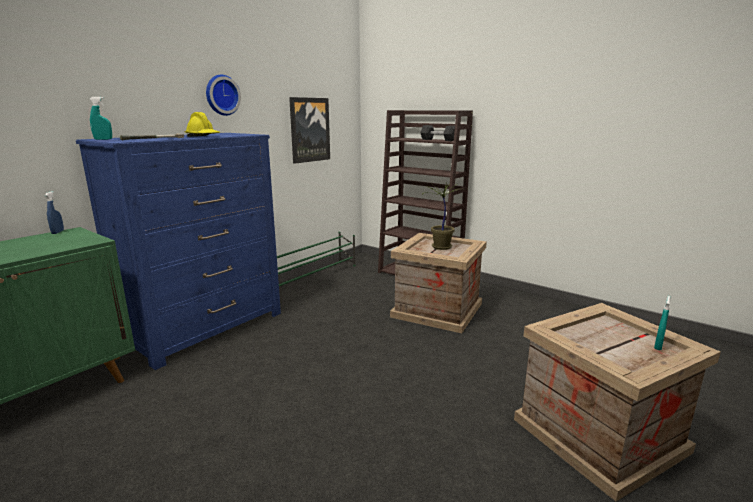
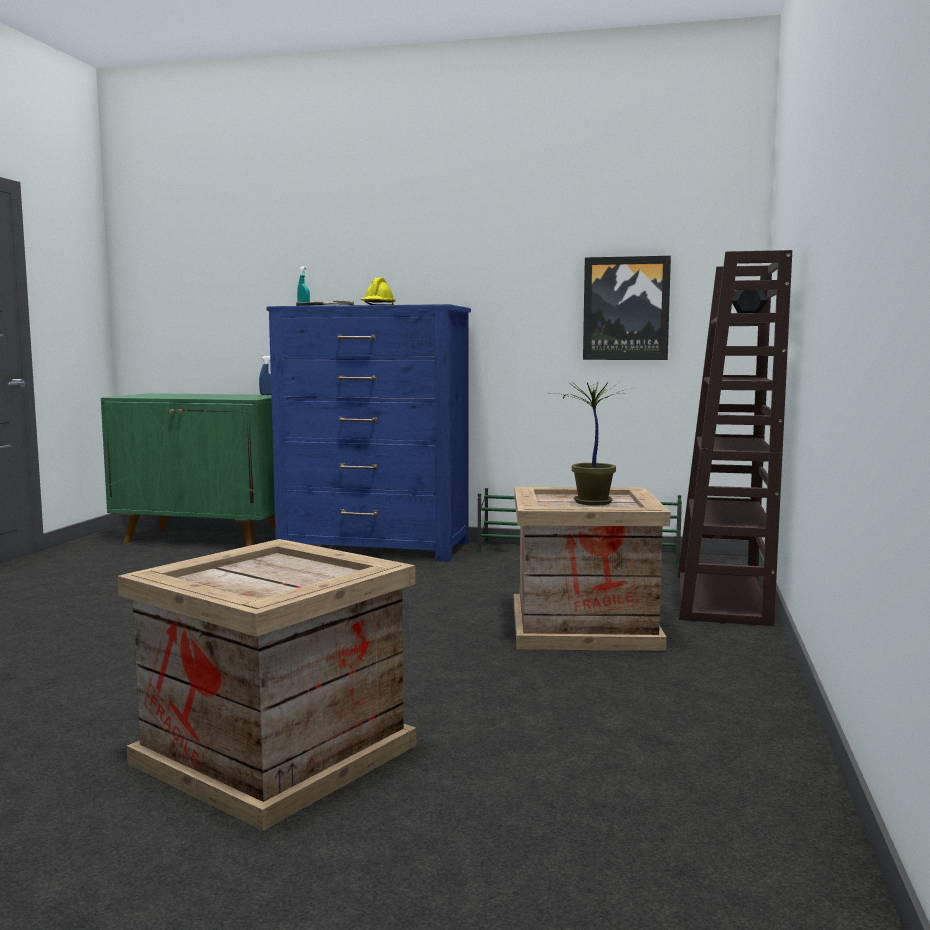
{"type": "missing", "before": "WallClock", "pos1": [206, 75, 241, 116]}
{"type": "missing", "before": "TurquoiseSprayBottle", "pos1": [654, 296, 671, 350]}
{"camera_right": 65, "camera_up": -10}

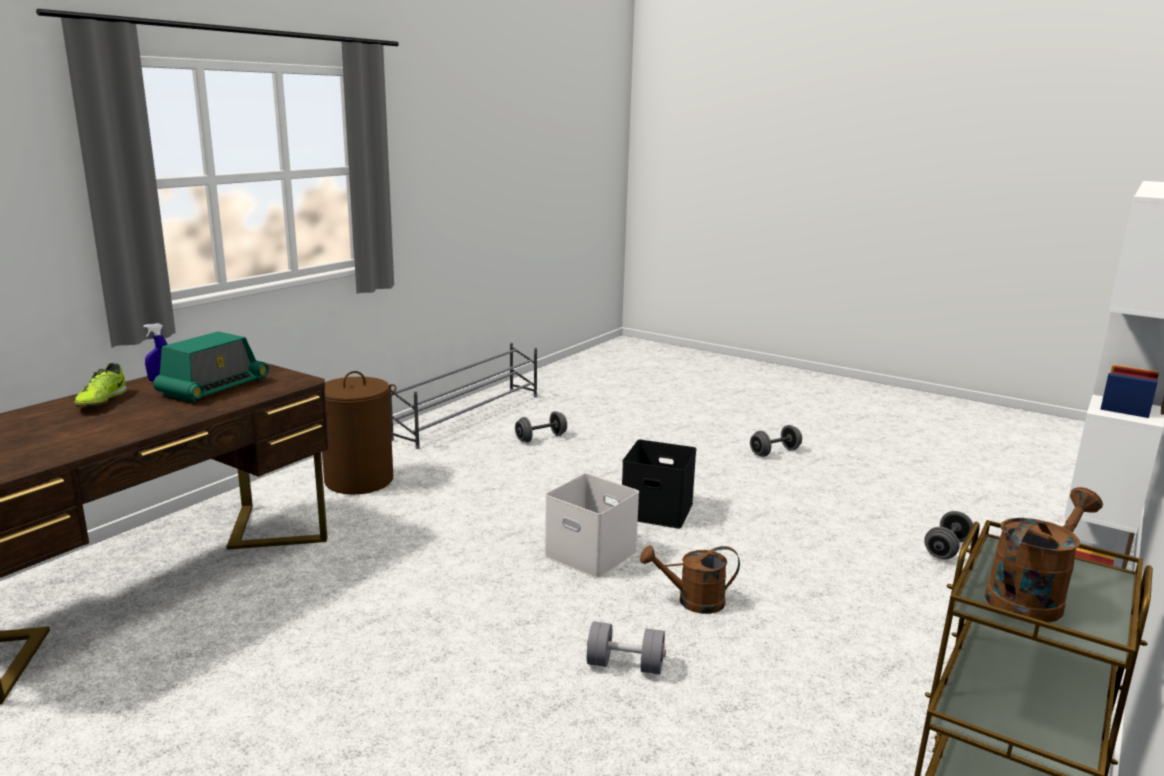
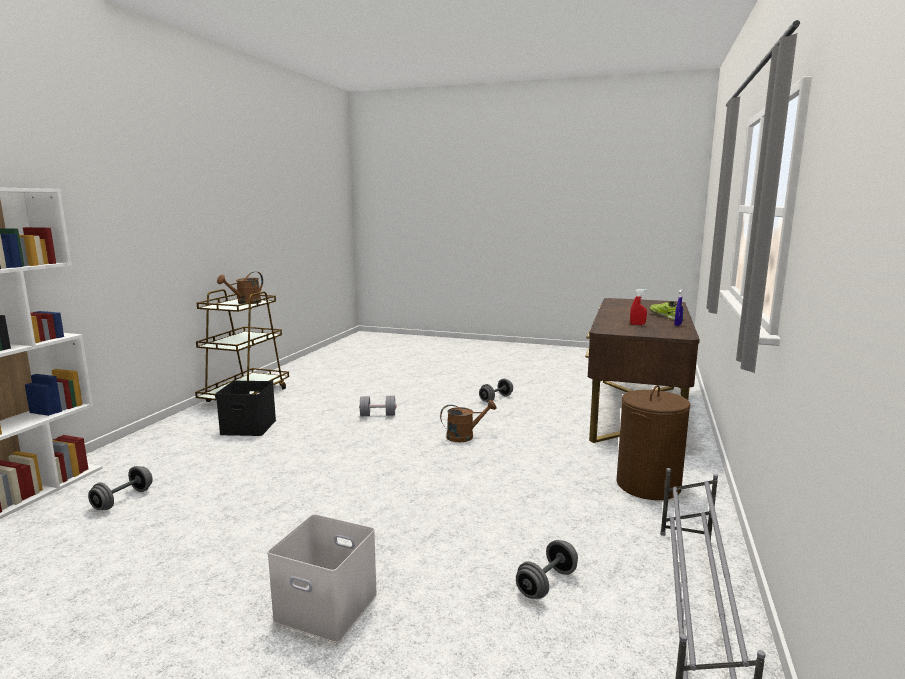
{"type": "relocated", "before": "BlackStorageBox", "pos1": [622, 440, 697, 529], "pos2": [216, 381, 276, 436]}
{"type": "relocated", "before": "WhiteStorageBox", "pos1": [545, 473, 639, 579], "pos2": [267, 514, 377, 643]}
{"type": "relocated", "before": "BrownWateringCan", "pos1": [640, 545, 740, 614], "pos2": [440, 400, 497, 442]}
{"type": "relocated", "before": "GreyDumbbell", "pos1": [750, 425, 802, 457], "pos2": [479, 379, 513, 402]}
{"type": "exchanged", "before": "Radio", "after": "RedSprayBottle", "pos1": [153, 331, 269, 403], "pos2": [630, 289, 647, 325]}
{"camera_right": 165, "camera_up": -5}

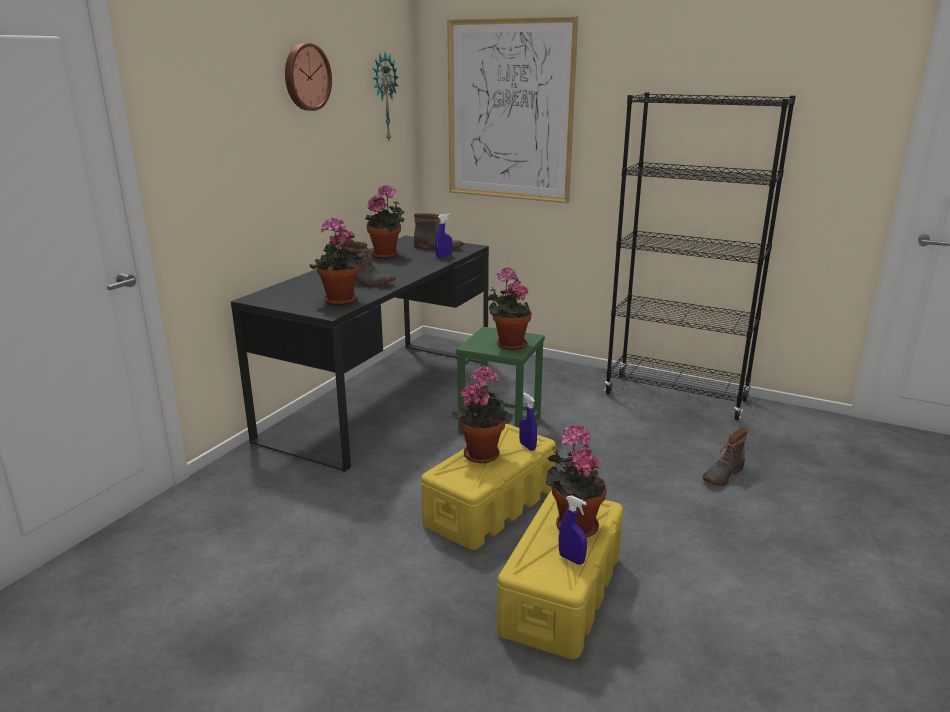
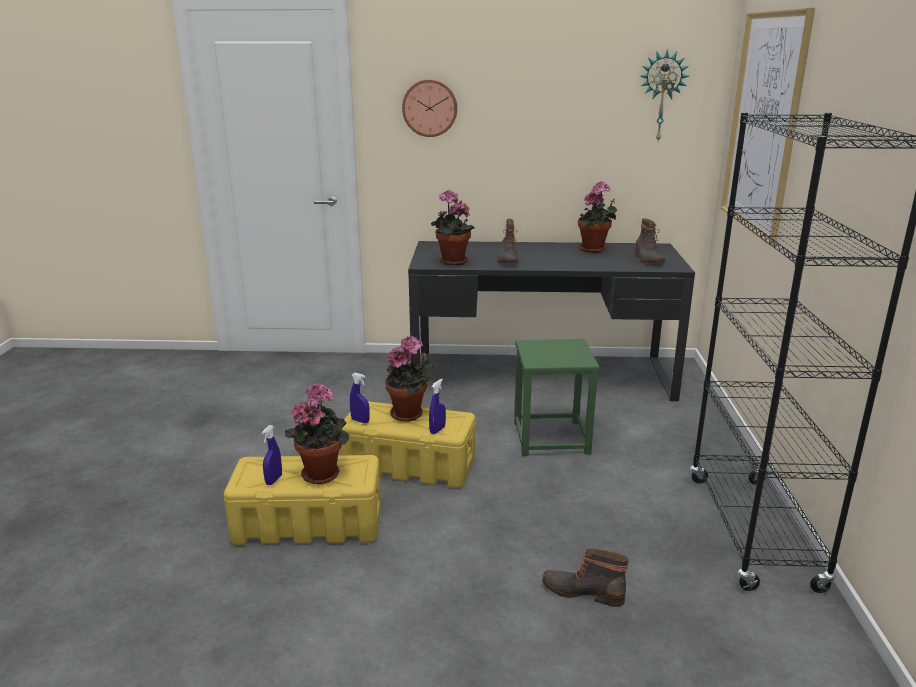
{"type": "relocated", "before": "BlueSprayBottle", "pos1": [435, 214, 453, 258], "pos2": [350, 373, 370, 423]}
{"type": "relocated", "before": "WallClock", "pos1": [285, 43, 332, 111], "pos2": [402, 79, 457, 137]}
{"type": "missing", "before": "PottedPlant", "pos1": [486, 267, 532, 350]}
{"camera_right": 65, "camera_up": 0}

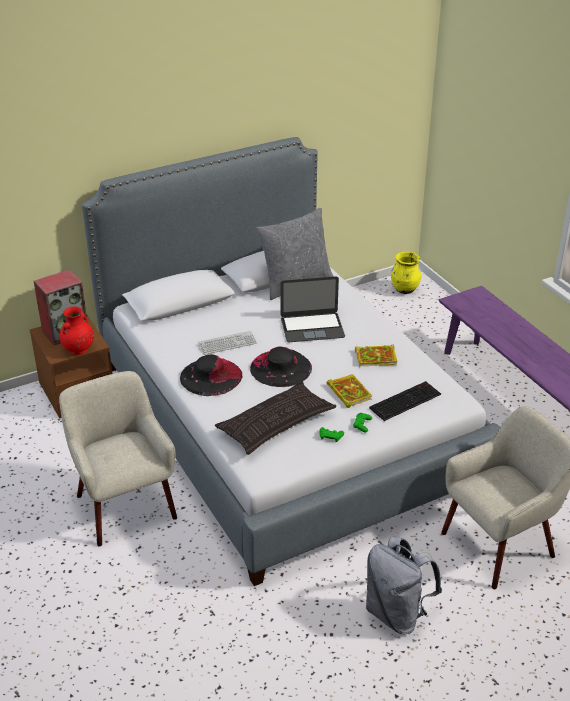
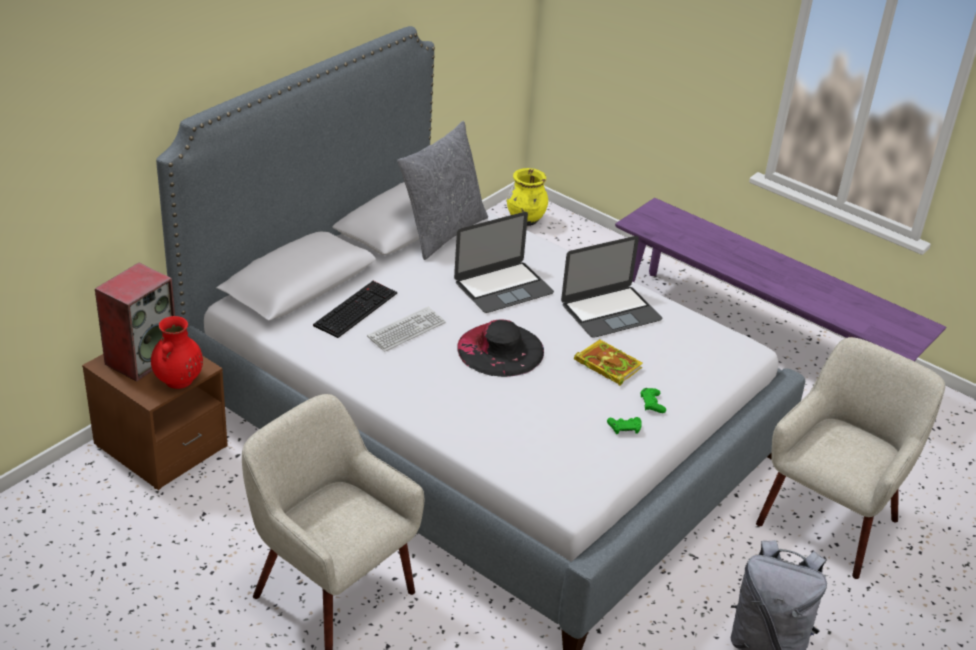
{"type": "relocated", "before": "Keyboard", "pos1": [369, 381, 441, 421], "pos2": [313, 281, 397, 338]}
{"type": "exchanged", "before": "Book", "after": "Laptop", "pos1": [355, 344, 398, 366], "pos2": [561, 236, 662, 338]}
{"type": "missing", "before": "BlackHat", "pos1": [180, 354, 242, 396]}
{"type": "missing", "before": "Pillow", "pos1": [215, 381, 336, 455]}
{"camera_right": -25, "camera_up": 0}

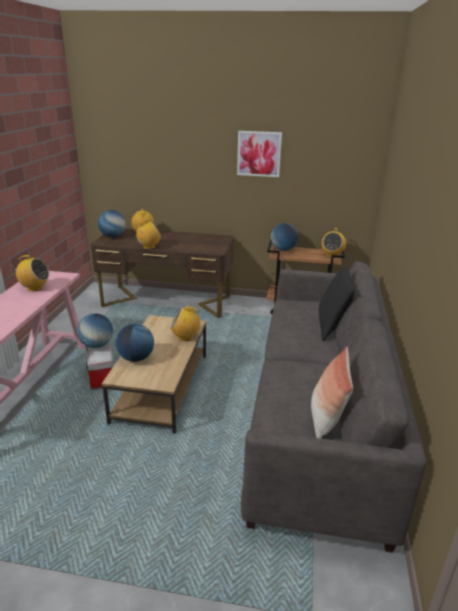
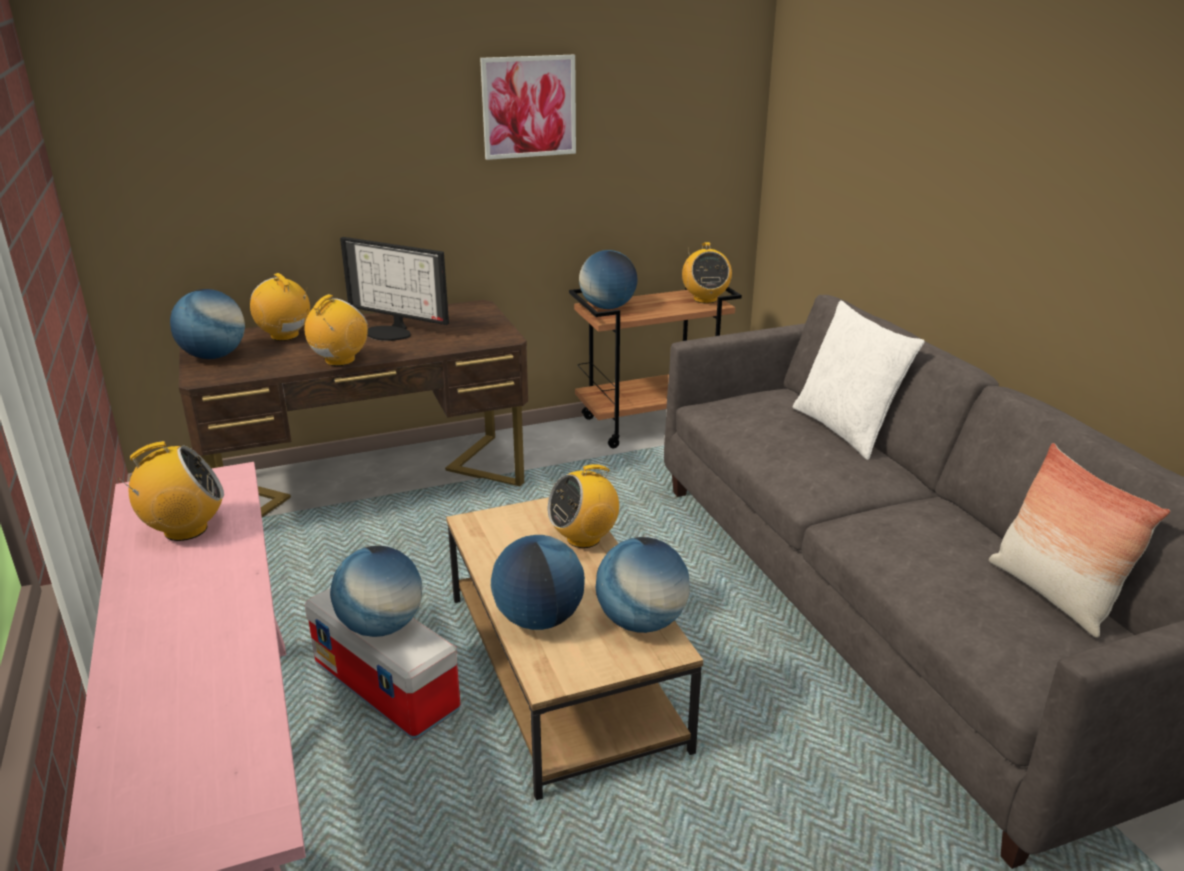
{"type": "appeared", "after": "Monitor", "pos2": [340, 237, 449, 341]}
{"type": "appeared", "after": "Globe", "pos2": [596, 537, 690, 633]}
{"type": "colour", "before": "BlackPillow", "after": "WhitePillow", "pos1": [319, 264, 355, 341], "pos2": [793, 300, 925, 460]}
{"camera_right": -30, "camera_up": 0}

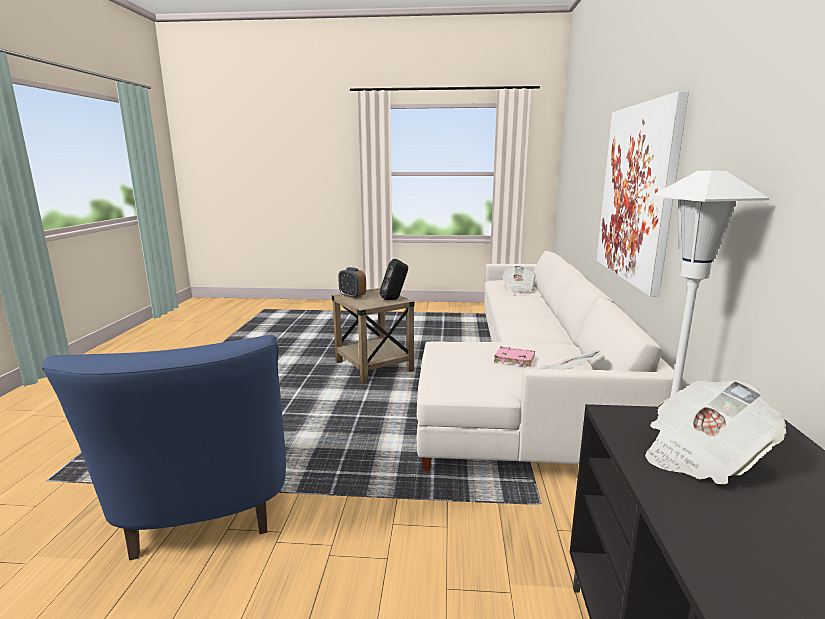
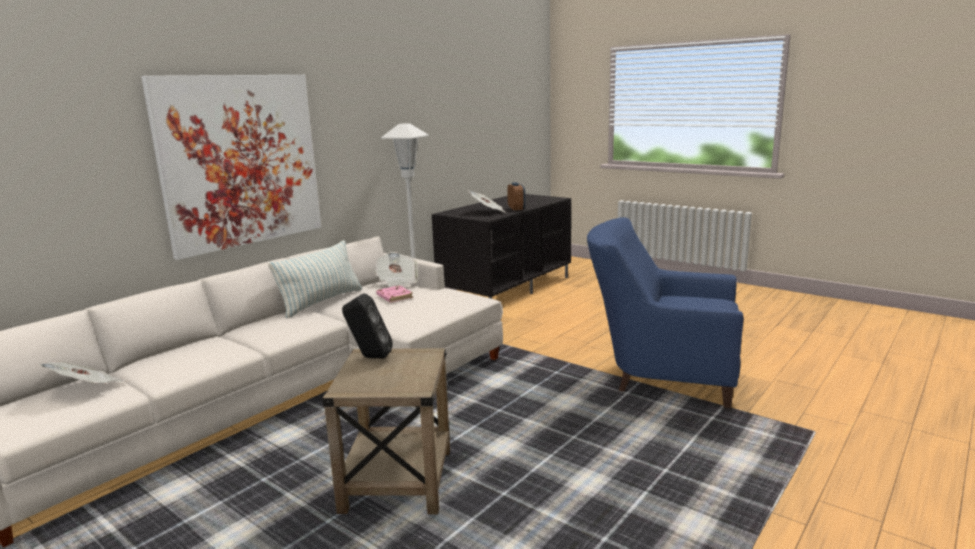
{"type": "appeared", "after": "Pillow", "pos2": [268, 240, 362, 318]}
{"type": "relocated", "before": "AlarmClock", "pos1": [338, 267, 366, 299], "pos2": [507, 182, 525, 210]}
{"type": "spun", "before": "BlueArmchair", "pos1": [42, 335, 286, 560], "pos2": [587, 217, 744, 408], "turn": -90}
{"camera_right": -145, "camera_up": 0}

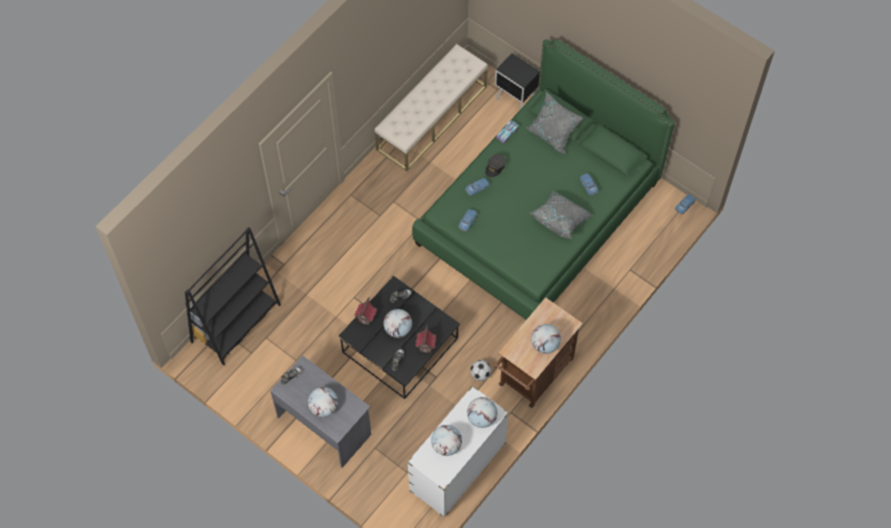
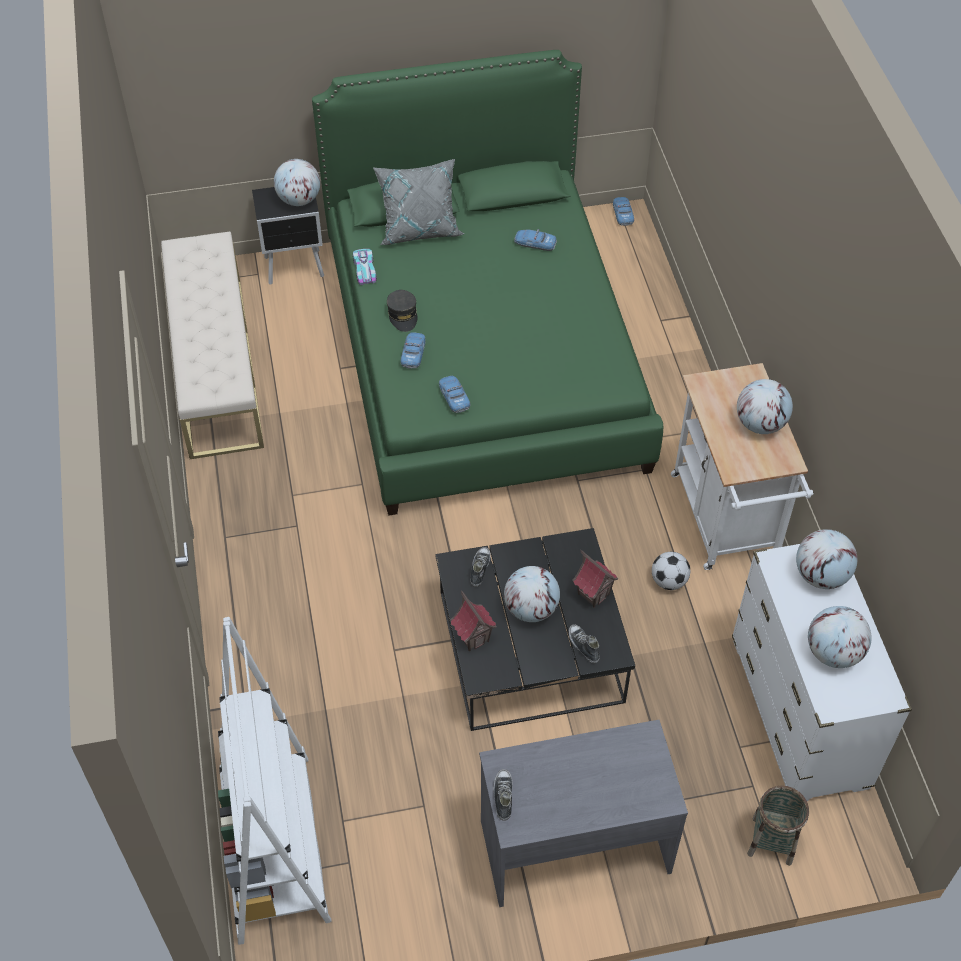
{"type": "colour", "before": "BlackBookcase", "after": "WhiteBookcase", "pos1": [185, 227, 281, 365], "pos2": [218, 617, 332, 945]}
{"type": "relocated", "before": "Globe", "pos1": [308, 387, 338, 417], "pos2": [274, 159, 320, 206]}
{"type": "colour", "before": "BrownCart", "after": "WhiteCart", "pos1": [493, 298, 583, 409], "pos2": [671, 363, 813, 570]}
{"type": "appeared", "after": "Basket", "pos2": [747, 786, 809, 866]}
{"type": "missing", "before": "GreyPillow", "pos1": [529, 191, 593, 239]}
{"camera_right": -50, "camera_up": -10}

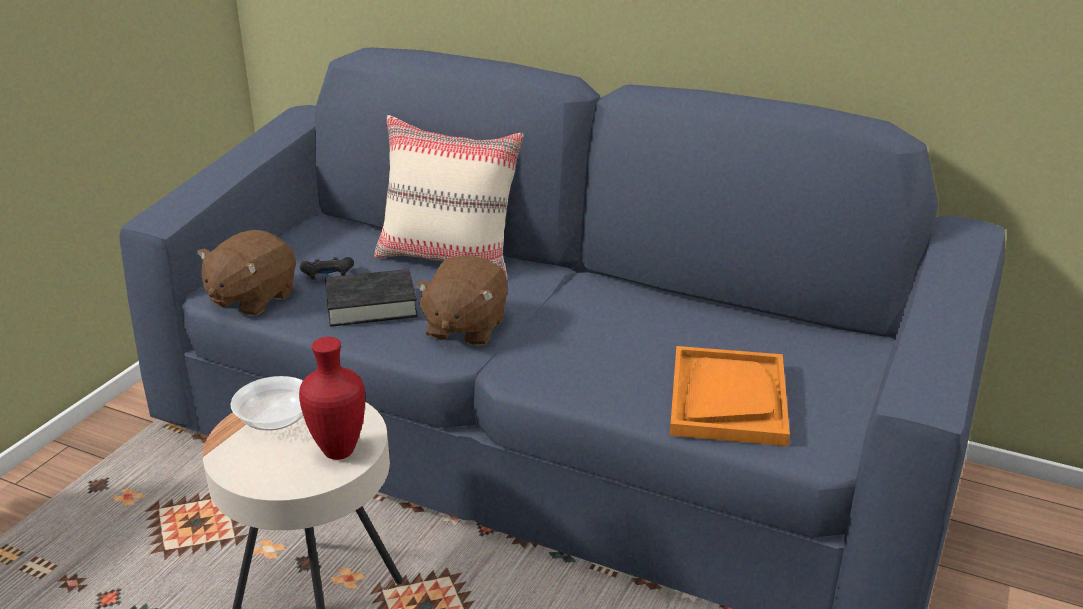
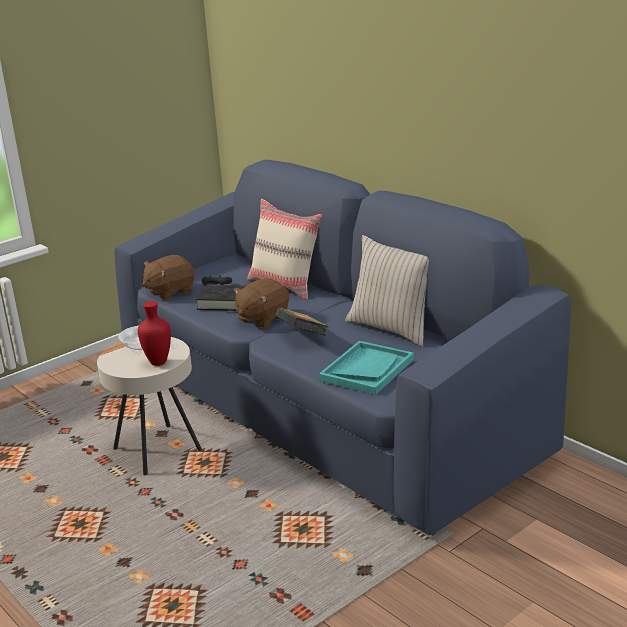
{"type": "appeared", "after": "Book", "pos2": [275, 307, 329, 336]}
{"type": "colour", "before": "OrangeTray", "after": "TurquoiseTray", "pos1": [670, 346, 790, 446], "pos2": [319, 341, 414, 395]}
{"type": "appeared", "after": "BeigePillow", "pos2": [345, 235, 429, 347]}
{"camera_right": 25, "camera_up": -5}

